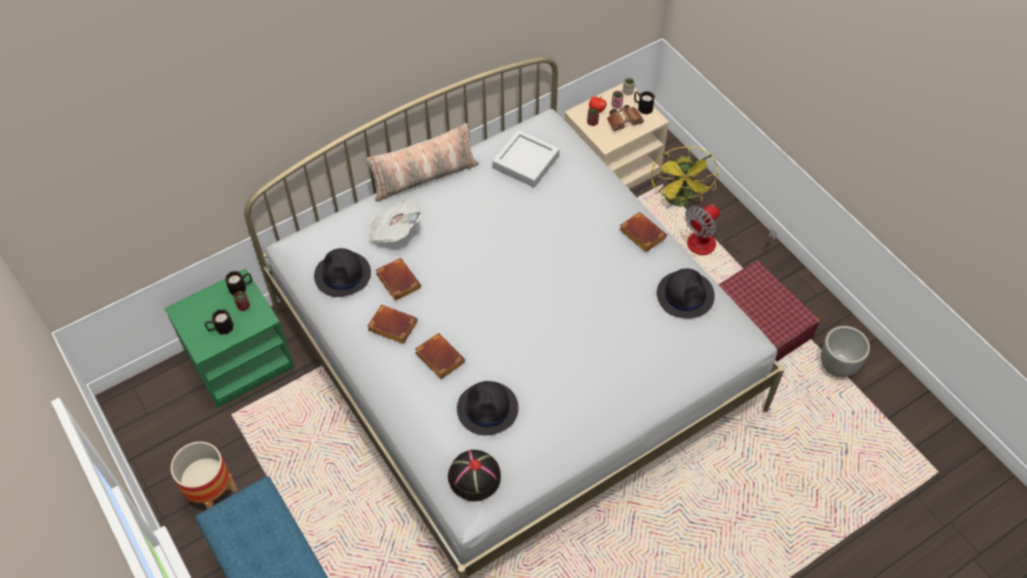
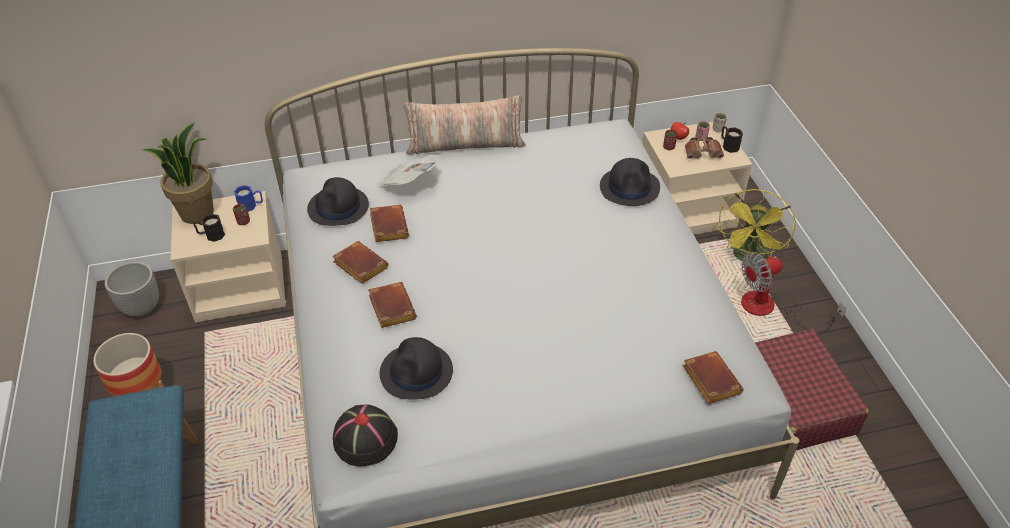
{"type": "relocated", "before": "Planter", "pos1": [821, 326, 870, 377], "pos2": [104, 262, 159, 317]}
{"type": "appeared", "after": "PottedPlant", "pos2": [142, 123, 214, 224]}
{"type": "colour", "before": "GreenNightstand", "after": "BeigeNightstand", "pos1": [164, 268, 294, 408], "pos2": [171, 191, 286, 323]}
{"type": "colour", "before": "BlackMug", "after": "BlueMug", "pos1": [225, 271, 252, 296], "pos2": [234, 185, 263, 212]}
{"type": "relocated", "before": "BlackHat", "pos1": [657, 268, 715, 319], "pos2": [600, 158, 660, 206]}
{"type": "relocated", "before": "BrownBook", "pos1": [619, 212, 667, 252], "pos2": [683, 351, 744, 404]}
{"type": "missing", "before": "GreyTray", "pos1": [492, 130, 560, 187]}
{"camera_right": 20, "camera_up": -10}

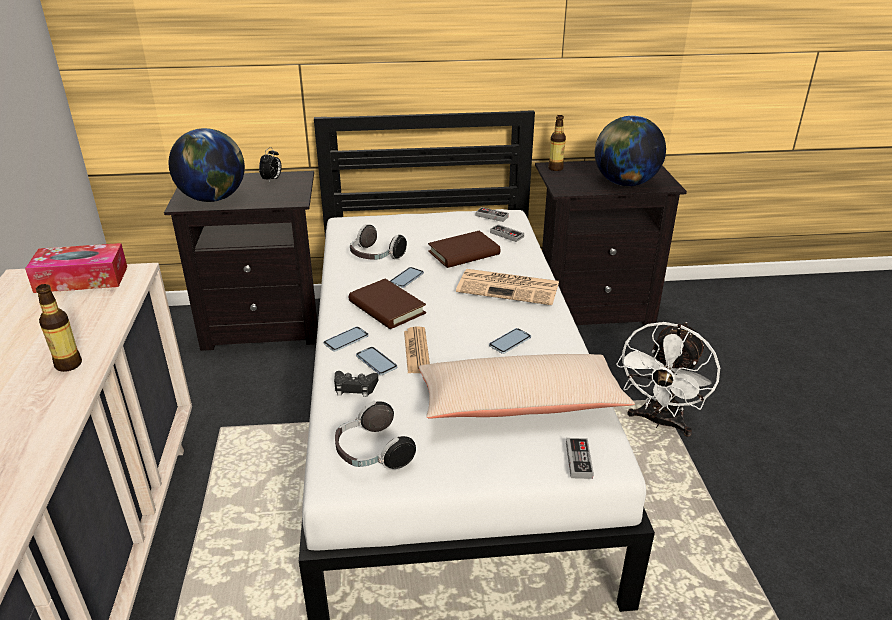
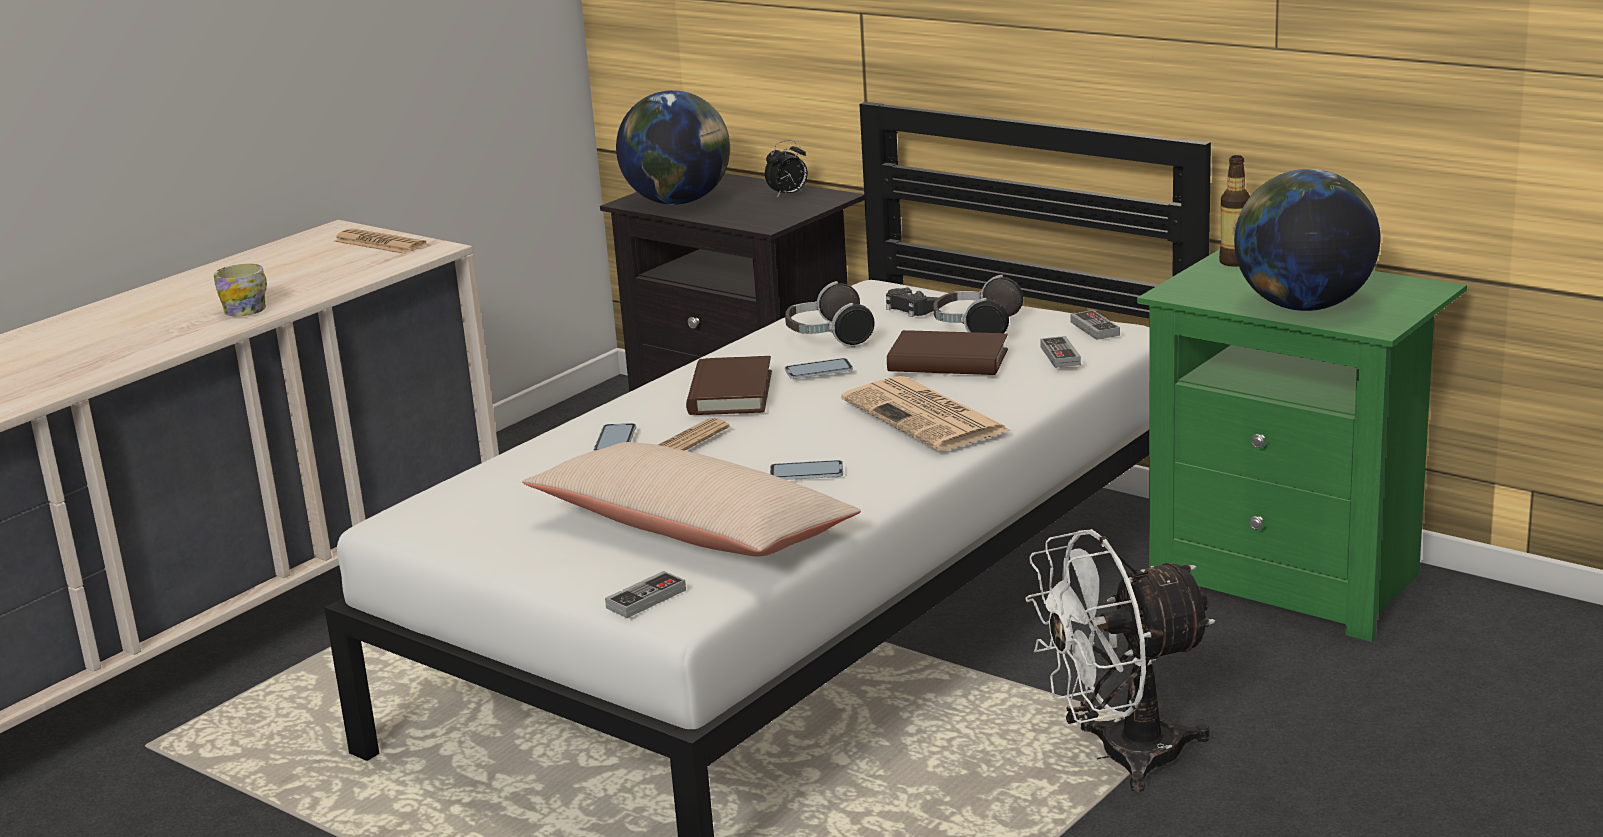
{"type": "exchanged", "before": "Bottle", "after": "Mug", "pos1": [36, 284, 82, 372], "pos2": [214, 264, 267, 316]}
{"type": "exchanged", "before": "TissueBox", "after": "Newspaper", "pos1": [25, 243, 127, 293], "pos2": [334, 229, 426, 254]}
{"type": "relocated", "before": "BlackGameController", "pos1": [334, 371, 378, 397], "pos2": [886, 287, 939, 317]}
{"type": "relocated", "before": "Headphones", "pos1": [335, 401, 416, 470], "pos2": [933, 275, 1023, 333]}
{"type": "colour", "before": "BlackNightstand", "after": "GreenNightstand", "pos1": [535, 161, 687, 326], "pos2": [1137, 249, 1467, 642]}
{"type": "missing", "before": "Phone", "pos1": [324, 327, 369, 352]}
{"camera_right": 45, "camera_up": -10}

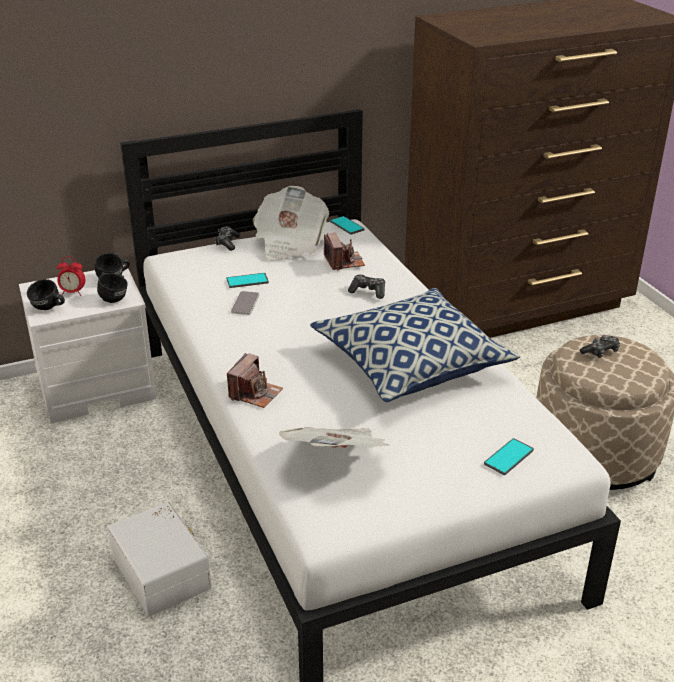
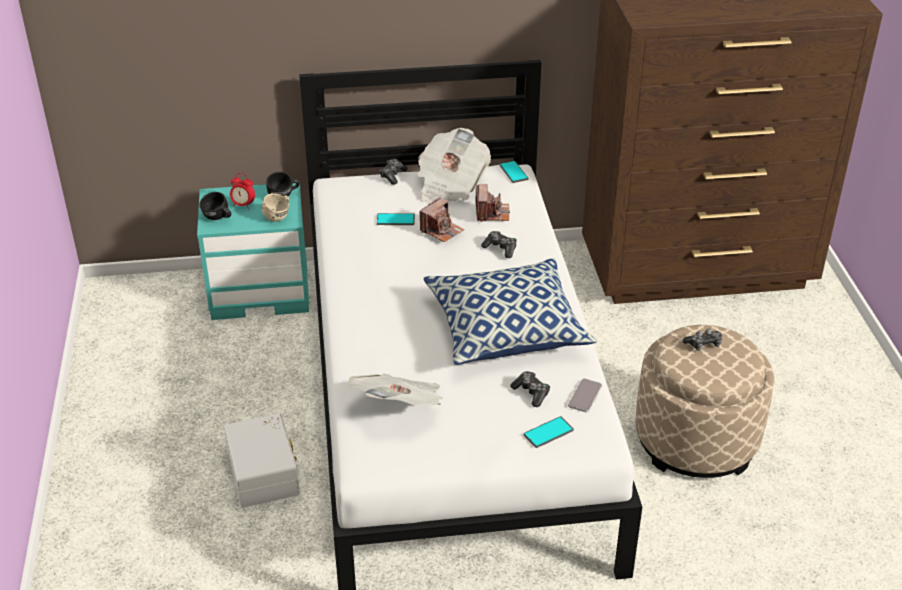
{"type": "colour", "before": "WhiteNightstand", "after": "TurquoiseNightstand", "pos1": [19, 265, 156, 423], "pos2": [197, 183, 309, 320]}
{"type": "colour", "before": "BlackMug", "after": "BeigeMug", "pos1": [97, 273, 128, 303], "pos2": [262, 193, 289, 222]}
{"type": "relocated", "before": "PhotoCamera", "pos1": [227, 353, 283, 408], "pos2": [419, 197, 464, 242]}
{"type": "appeared", "after": "GameController", "pos2": [510, 371, 550, 407]}
{"type": "relocated", "before": "Phone", "pos1": [231, 291, 259, 315], "pos2": [568, 378, 602, 412]}
{"camera_right": 15, "camera_up": 5}

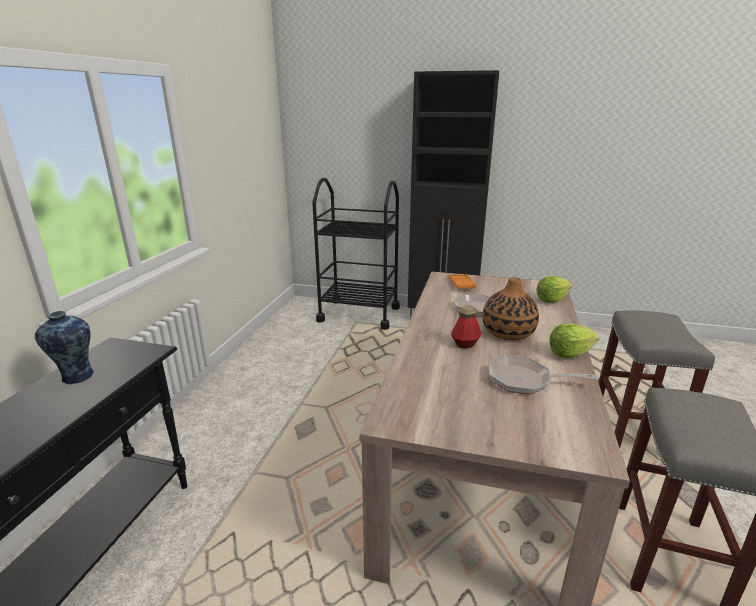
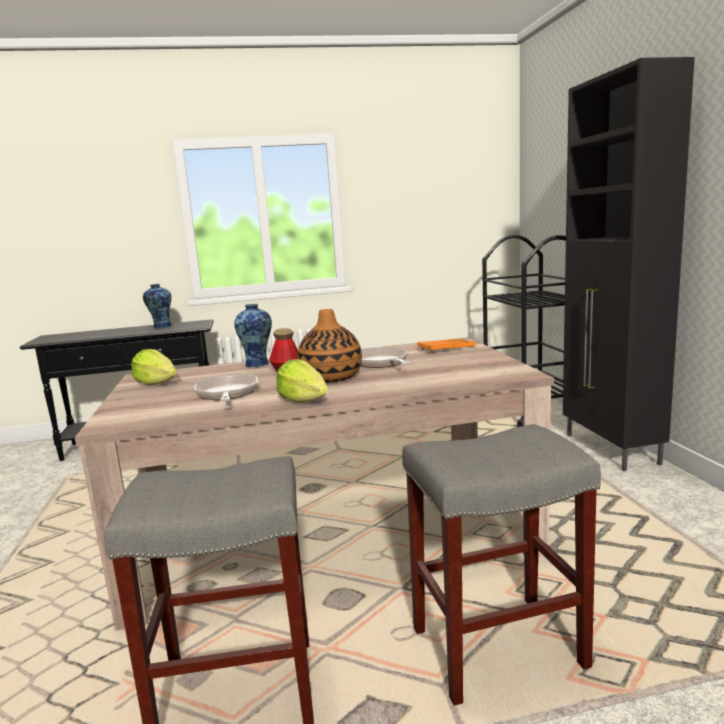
{"type": "relocated", "before": "Lettuce", "pos1": [536, 276, 572, 303], "pos2": [131, 349, 177, 385]}
{"type": "appeared", "after": "Vase", "pos2": [234, 304, 272, 367]}
{"camera_right": 65, "camera_up": -10}

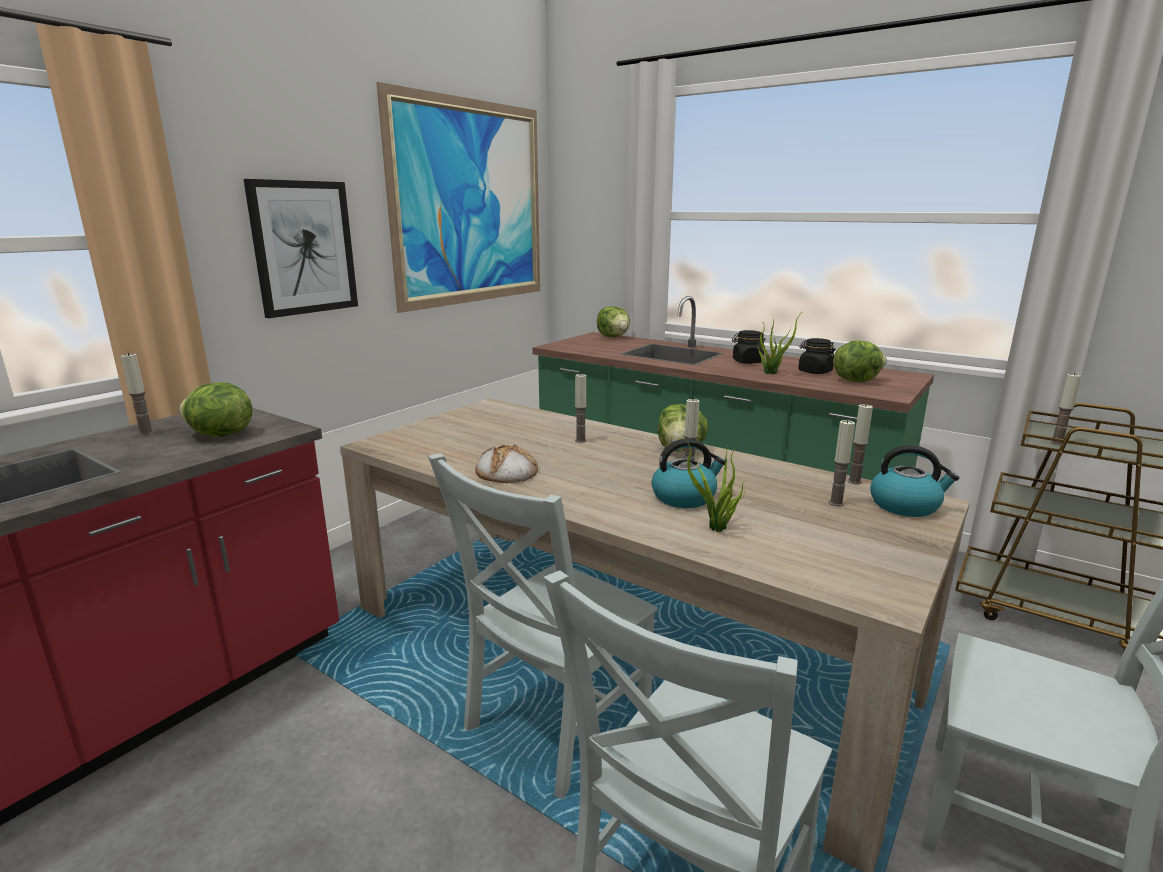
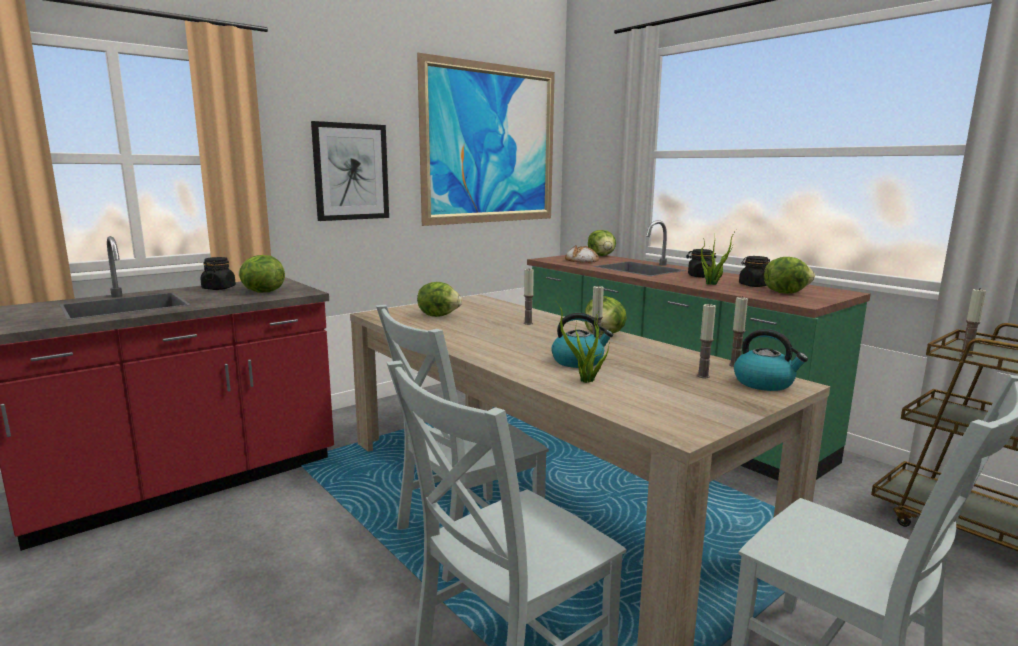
{"type": "exchanged", "before": "Candle", "after": "BlackJar", "pos1": [121, 353, 154, 435], "pos2": [201, 257, 236, 290]}
{"type": "appeared", "after": "Lettuce", "pos2": [417, 282, 462, 317]}
{"type": "relocated", "before": "Bread", "pos1": [475, 444, 538, 483], "pos2": [565, 245, 599, 263]}
{"camera_right": 15, "camera_up": -5}

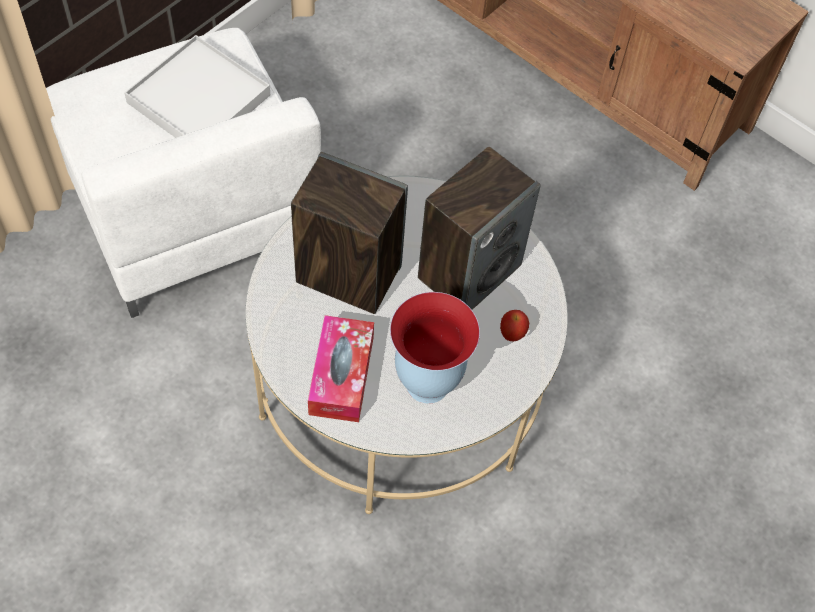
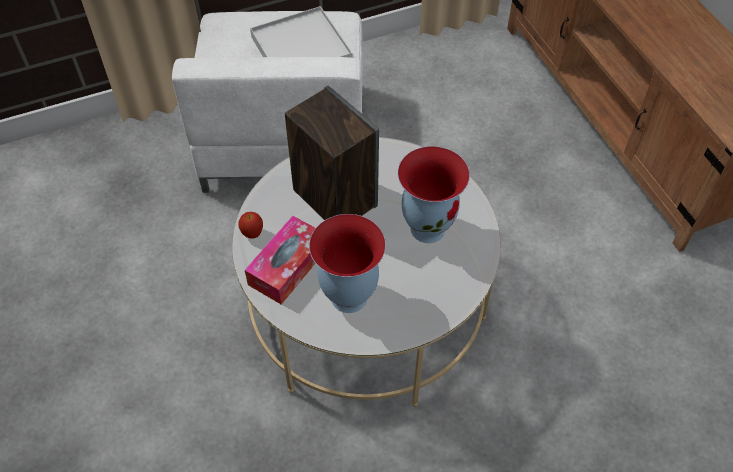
{"type": "relocated", "before": "Apple", "pos1": [500, 310, 529, 341], "pos2": [238, 212, 263, 239]}
{"type": "exchanged", "before": "Speaker", "after": "Vase", "pos1": [418, 147, 541, 310], "pos2": [398, 146, 470, 243]}
{"camera_right": 30, "camera_up": -5}

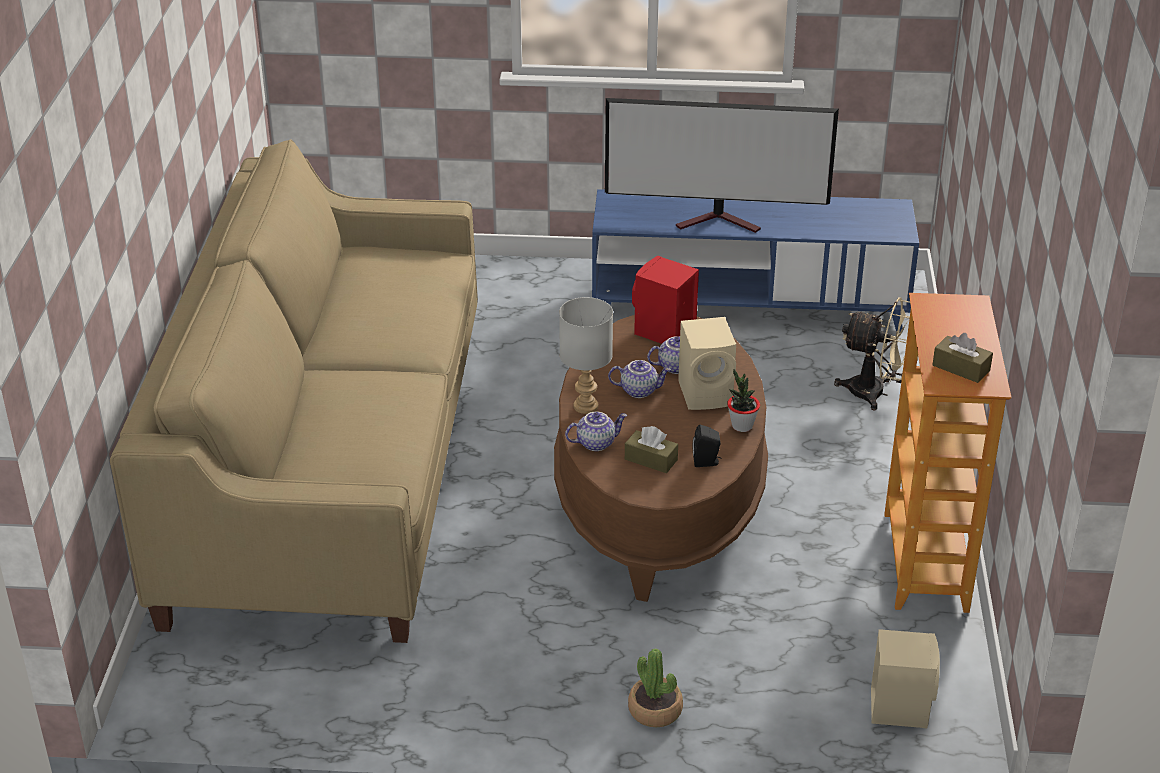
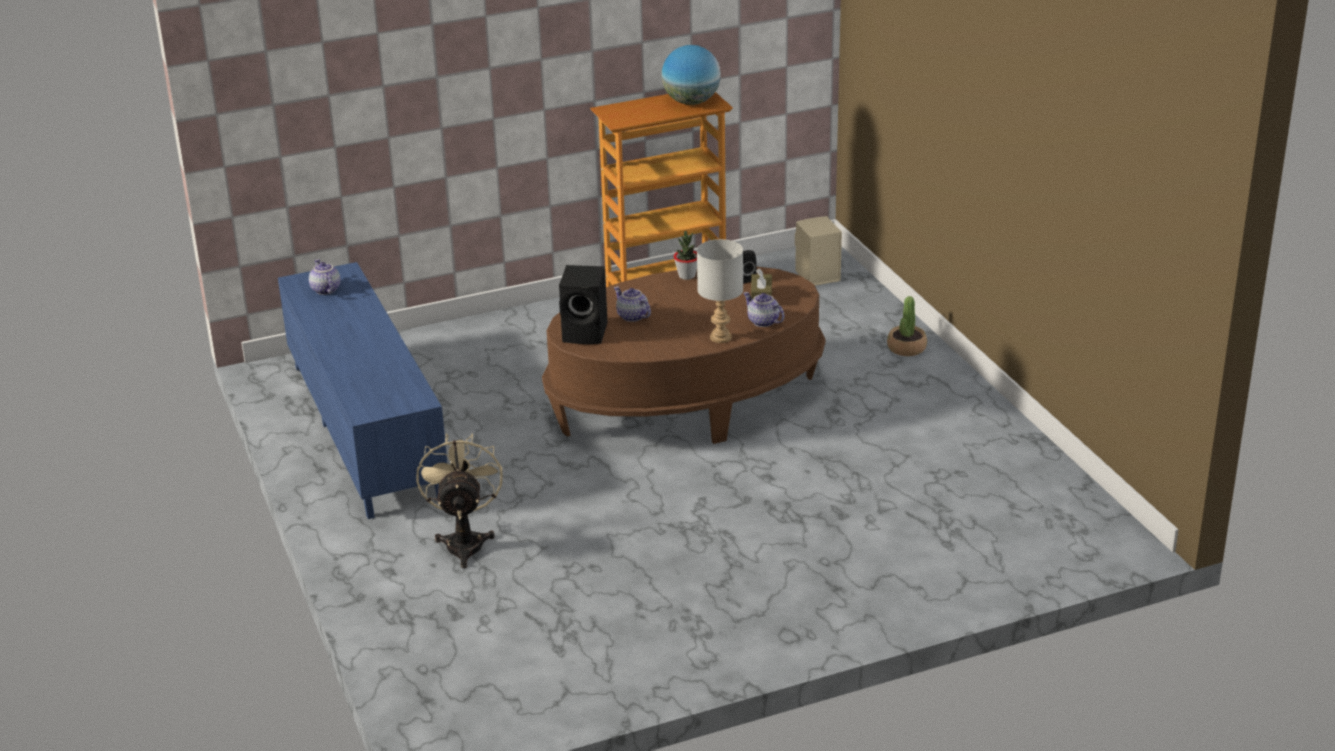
{"type": "relocated", "before": "Teapot", "pos1": [608, 360, 671, 398], "pos2": [309, 259, 340, 295]}
{"type": "relocated", "before": "BeigeFan", "pos1": [834, 297, 910, 410], "pos2": [417, 433, 503, 568]}
{"type": "colour", "before": "RedSpeaker", "after": "BlackSpeaker", "pos1": [632, 256, 699, 344], "pos2": [559, 265, 607, 344]}
{"type": "exchanged", "before": "BrownTissueBox", "after": "Globe", "pos1": [932, 333, 993, 383], "pos2": [662, 45, 721, 105]}
{"type": "missing", "before": "BeigeSofa", "pos1": [110, 139, 478, 643]}
{"type": "missing", "before": "Television", "pos1": [605, 98, 839, 233]}
{"type": "missing", "before": "BeigeSpeaker", "pos1": [678, 317, 736, 410]}
{"camera_right": -115, "camera_up": -5}

